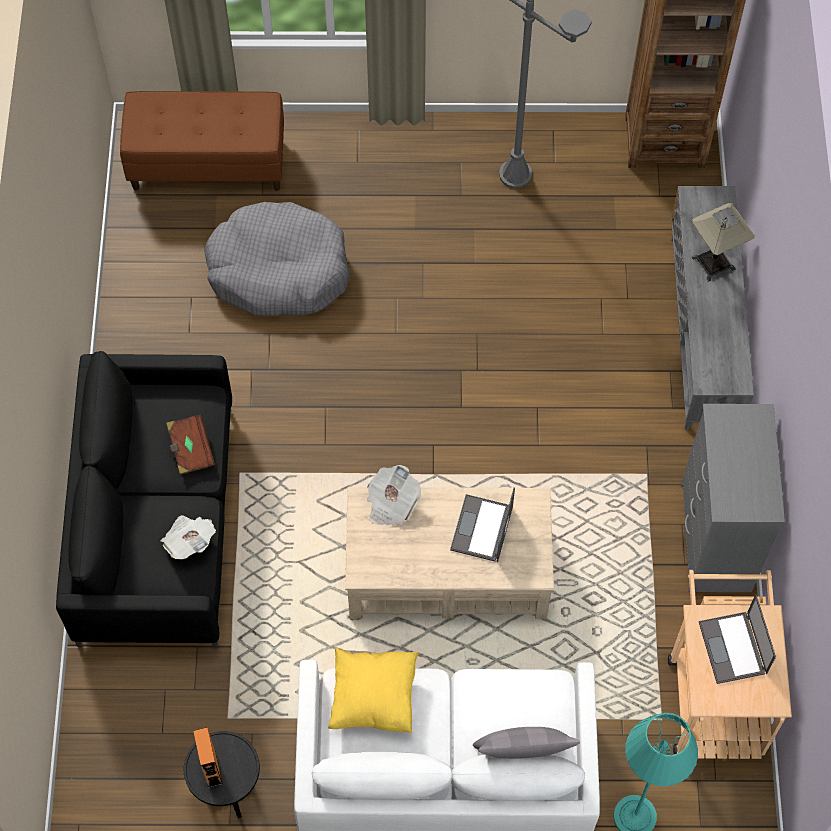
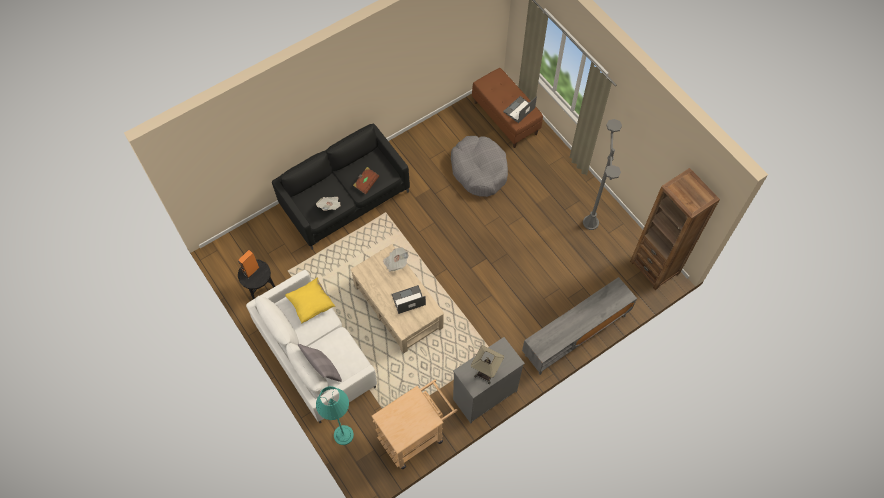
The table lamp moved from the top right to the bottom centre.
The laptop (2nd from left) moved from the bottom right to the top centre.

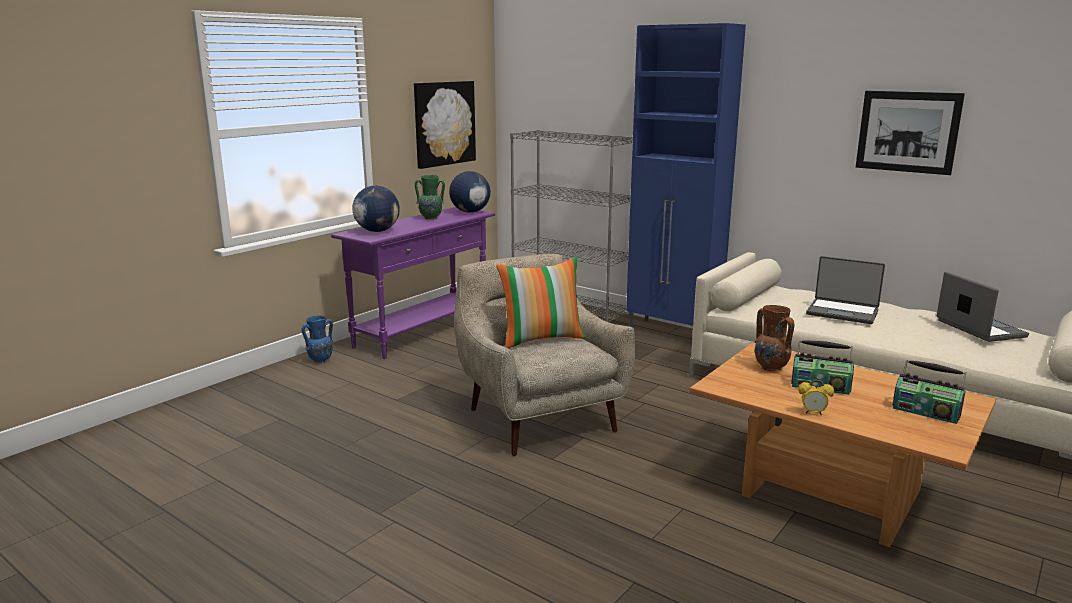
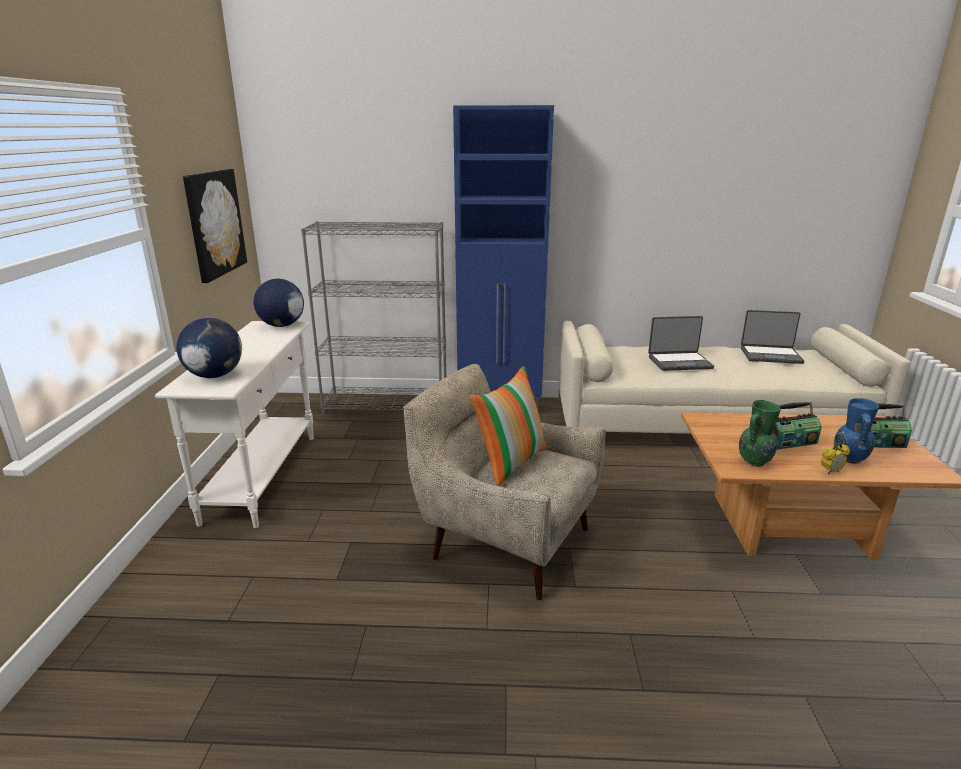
The vase/brown at the middle right disappeared.
The picture (2nd from left) at the top right disappeared.
The vase/blue moved from the middle left to the middle right.
The vase/green moved from the top centre to the middle right.
The console table/purple at the centre became the console table/white at the middle left.
The laptop (2nd from left) at the middle right turned 150 degrees clockwise.

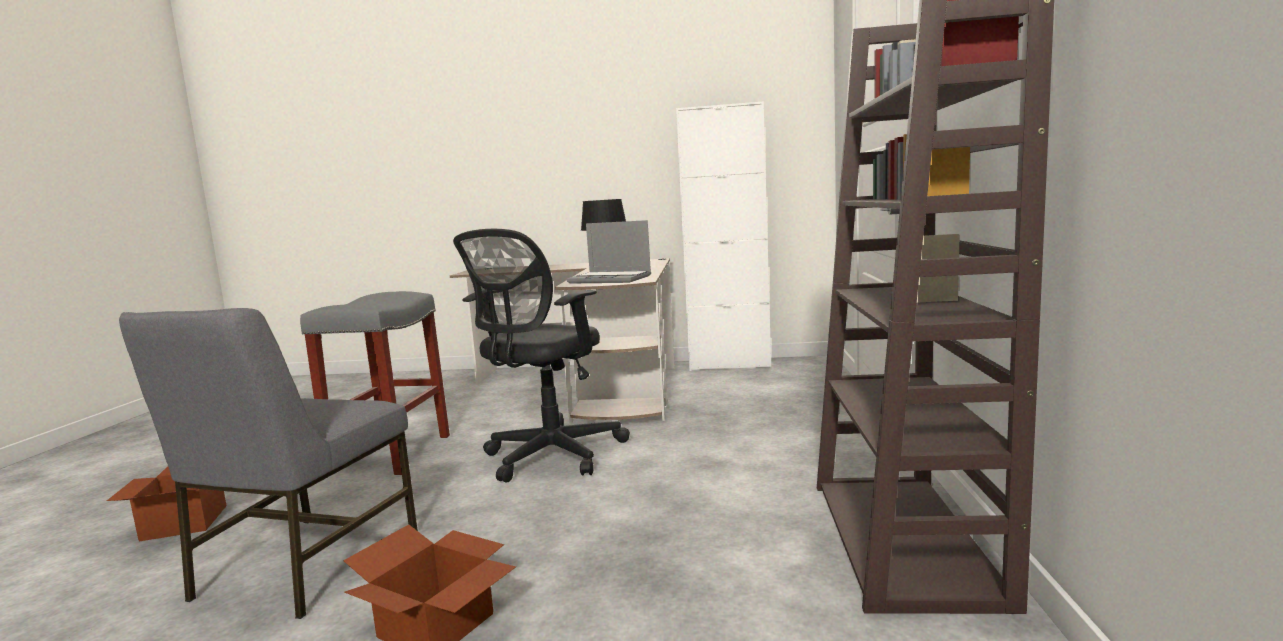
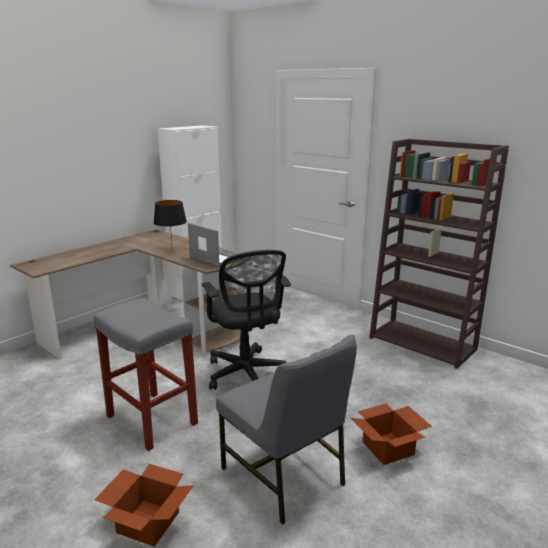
The laptop at the centre turned 105 degrees counterclockwise.

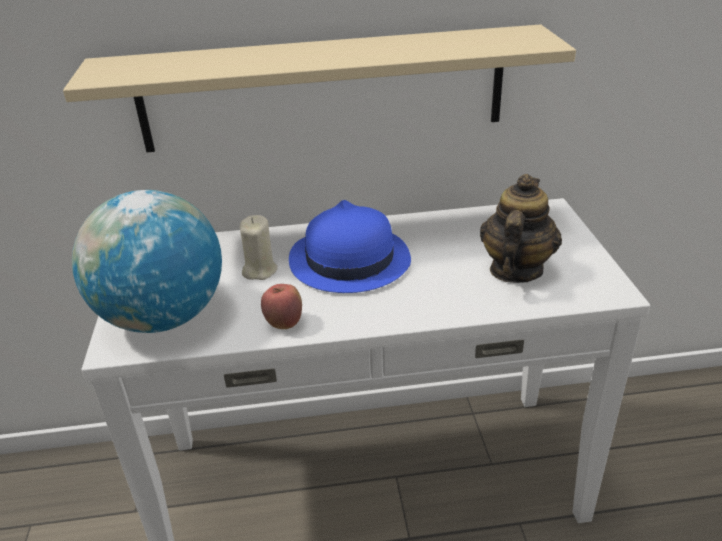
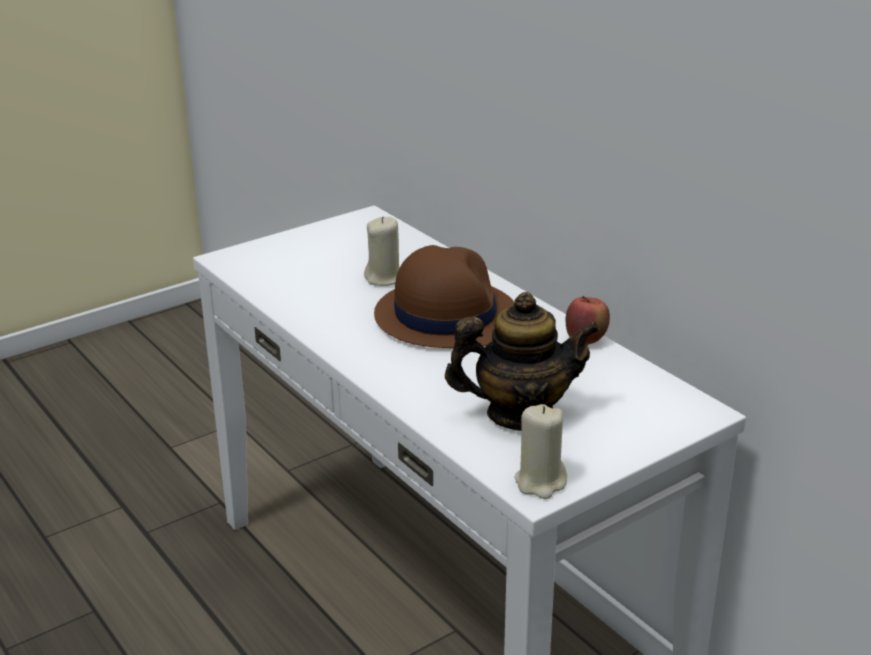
The shelf/beige at the top centre disappeared.
The globe at the middle left disappeared.
The candle/beige (2nd from left) at the bottom centre appeared.
The apple moved from the centre to the middle right.
The hat/blue at the centre became the hat/brown at the centre.

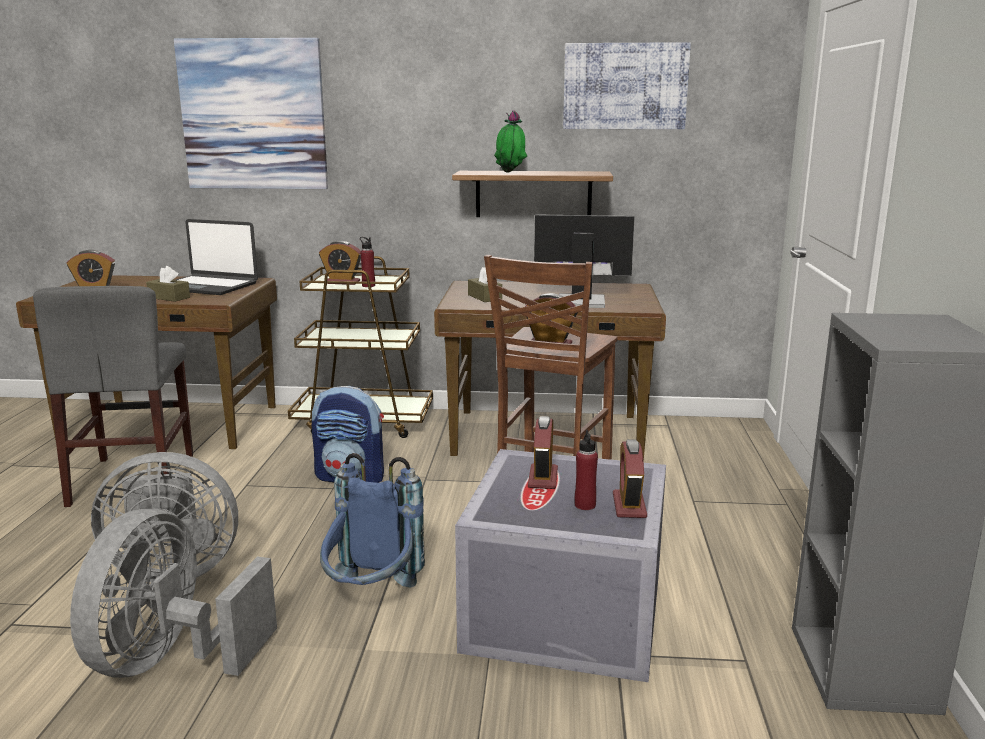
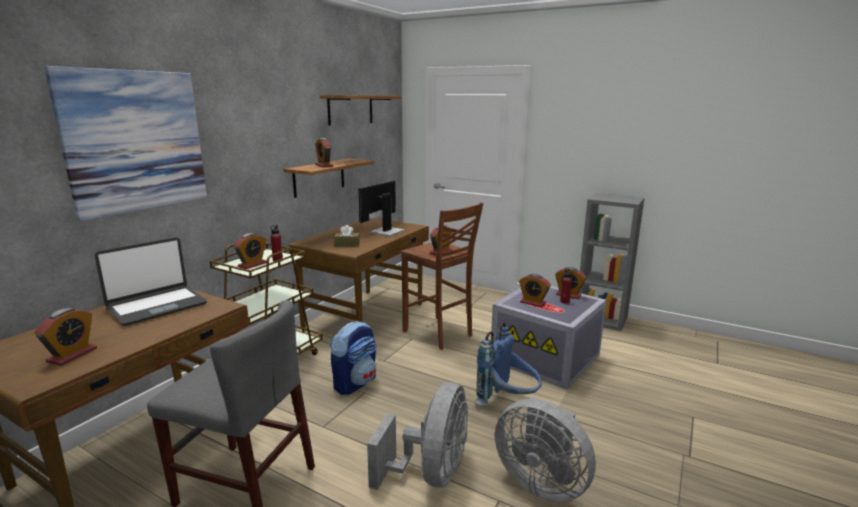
The tissue box/brown (1st from left) at the middle left disappeared.
The potted plant at the top centre was replaced by the alarm clock (3rd from left) at the top centre.
The picture (2nd from left) at the top centre was replaced by the shelf (2nd from left) at the top centre.

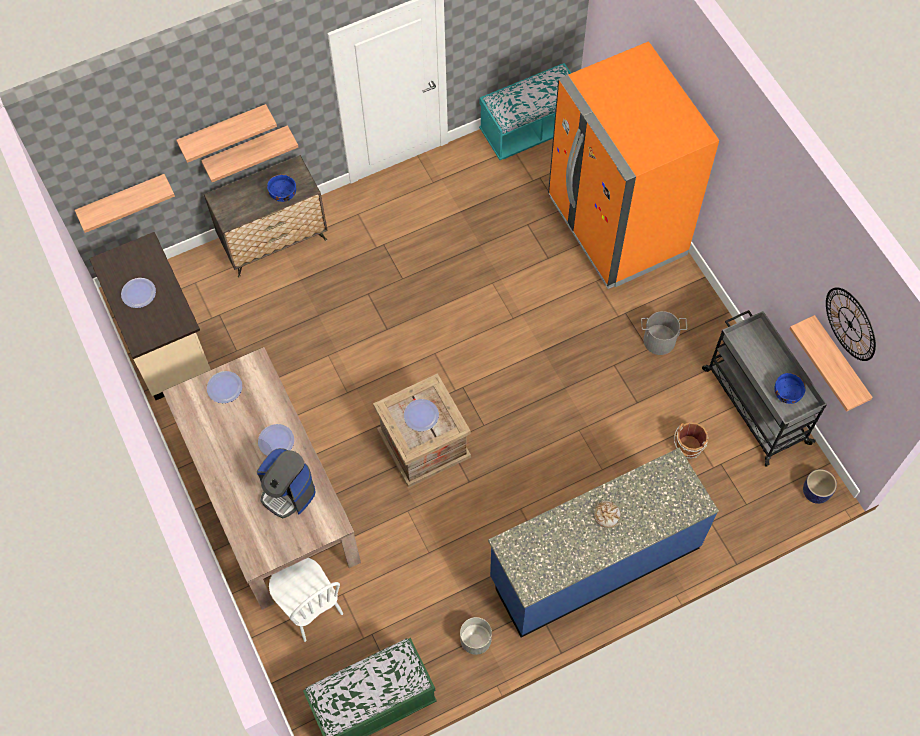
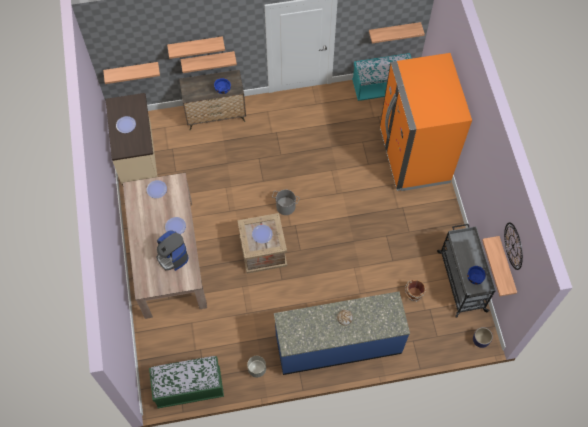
The chair/white at the bottom left disappeared.
The shelf (4th from left) at the top right appeared.
The bucket/grey moved from the middle right to the centre.

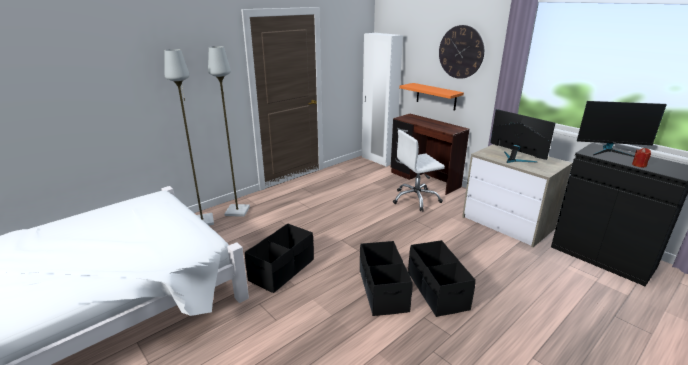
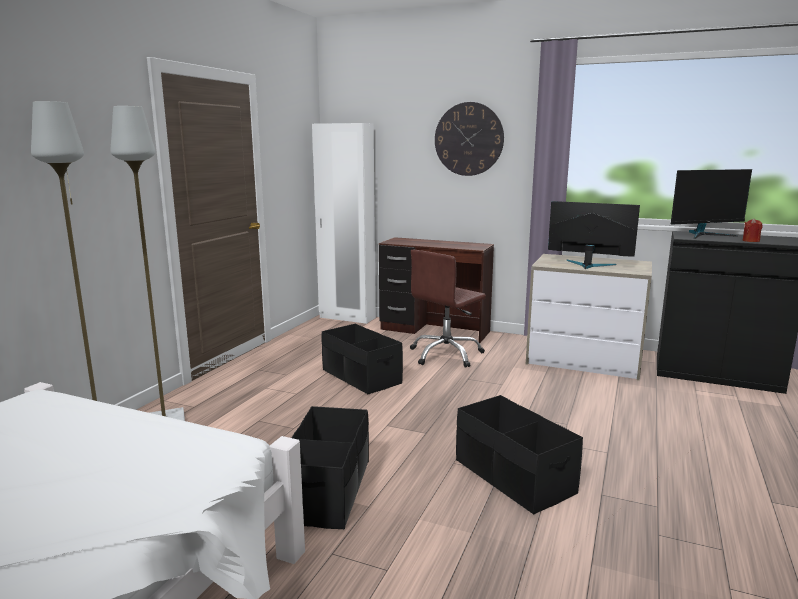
The shelf/orange at the top centre disappeared.
The storage box/black (3rd from left in the first image) moved from the bottom centre to the centre.
The office chair/white at the centre became the office chair/brown at the centre.

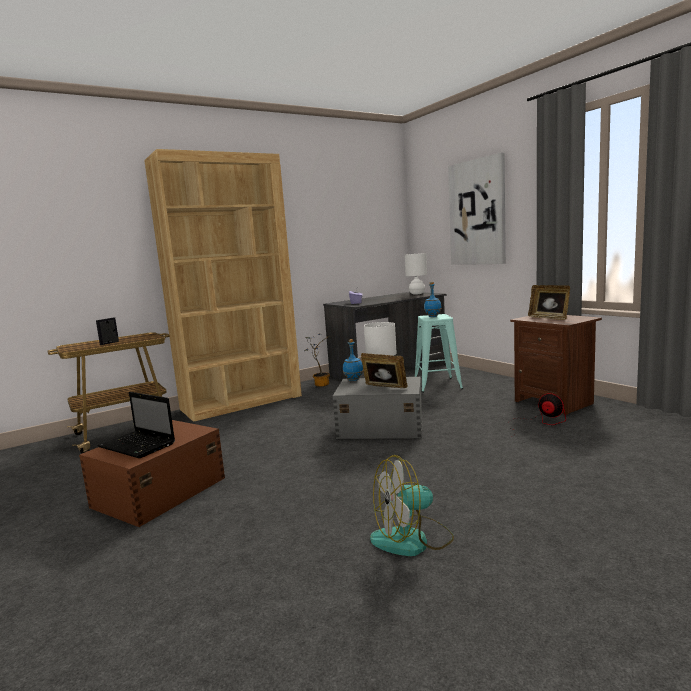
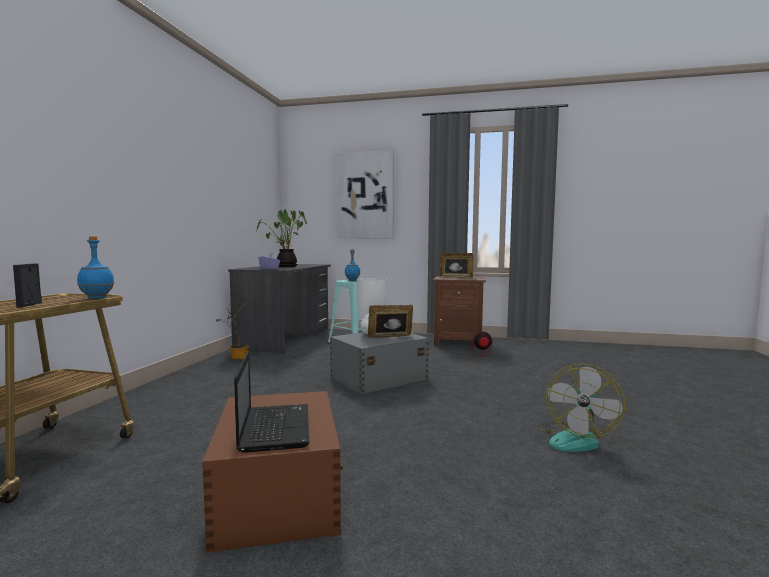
The bookcase/brown at the middle left disappeared.
The table lamp/white (2nd from left) at the centre disappeared.
The potted plant (2nd from left) at the centre appeared.
The bottle/blue (1st from left) moved from the centre to the middle left.
The laptop at the middle left turned 90 degrees counterclockwise.

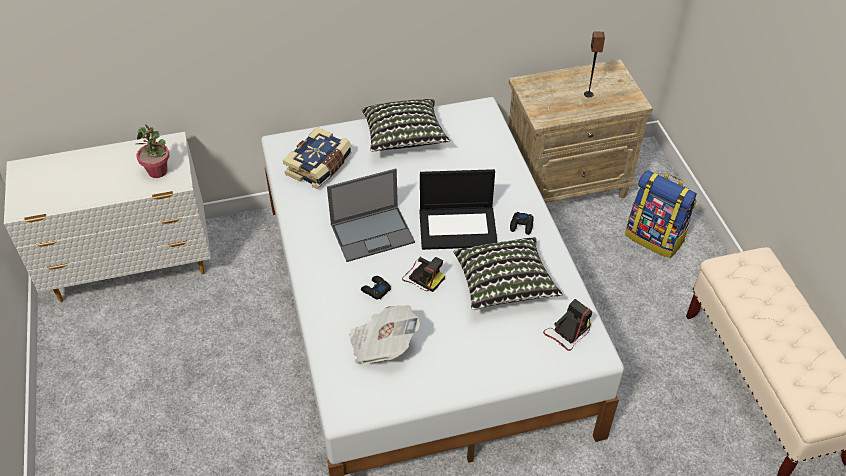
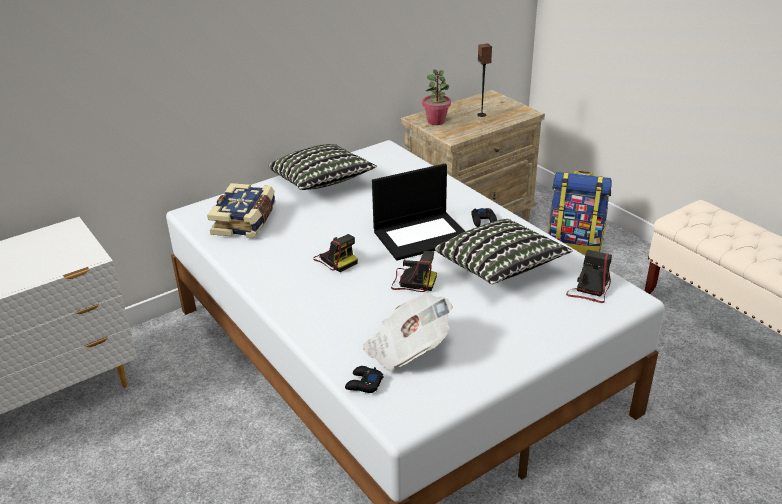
The potted plant moved from the top left to the top centre.
The game controller/black (1st from left) moved from the centre to the bottom centre.
The laptop (1st from left) at the centre was replaced by the photo camera (1st from left) at the centre.

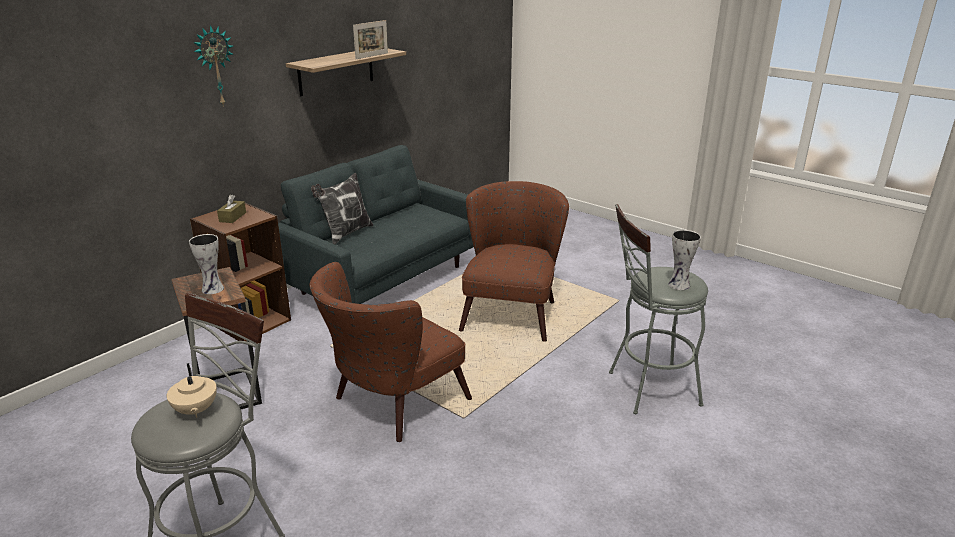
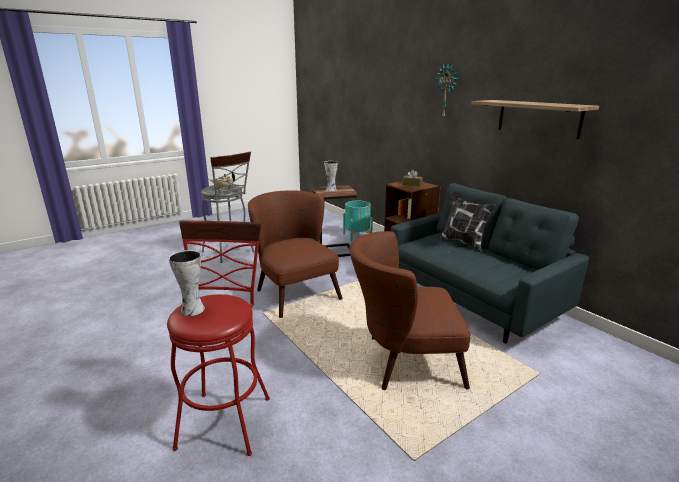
The picture frame at the top centre disappeared.
The planter/turquoise at the centre appeared.
The stool/grey (2nd from left) at the middle right became the stool/red at the bottom left.
The armchair/brown (2nd from left) at the centre turned 150 degrees clockwise.

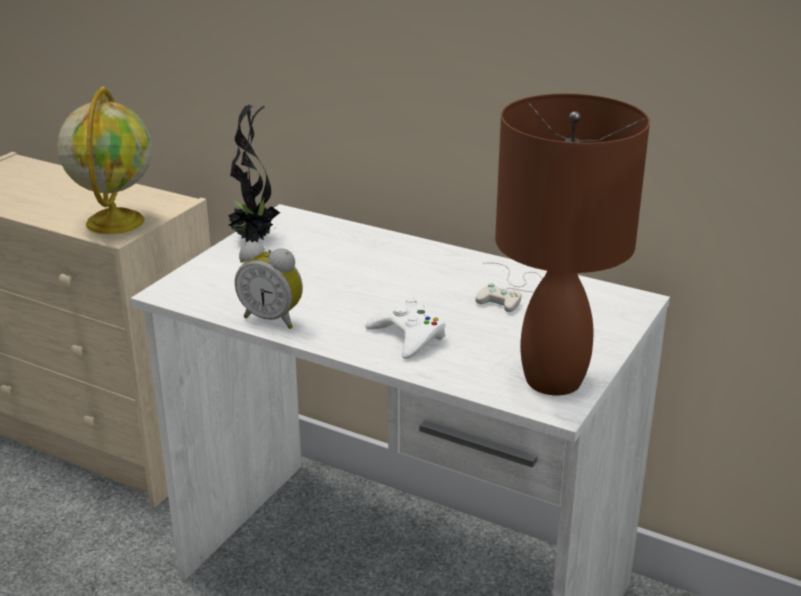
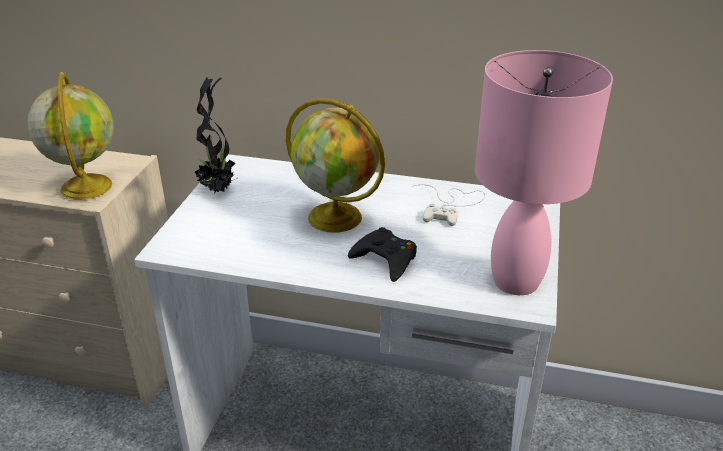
The alarm clock at the centre disappeared.
The globe (2nd from left) at the centre appeared.
The game controller/white (1st from left) at the centre became the game controller/black at the centre.
The table lamp/brown at the middle right became the table lamp/pink at the middle right.

